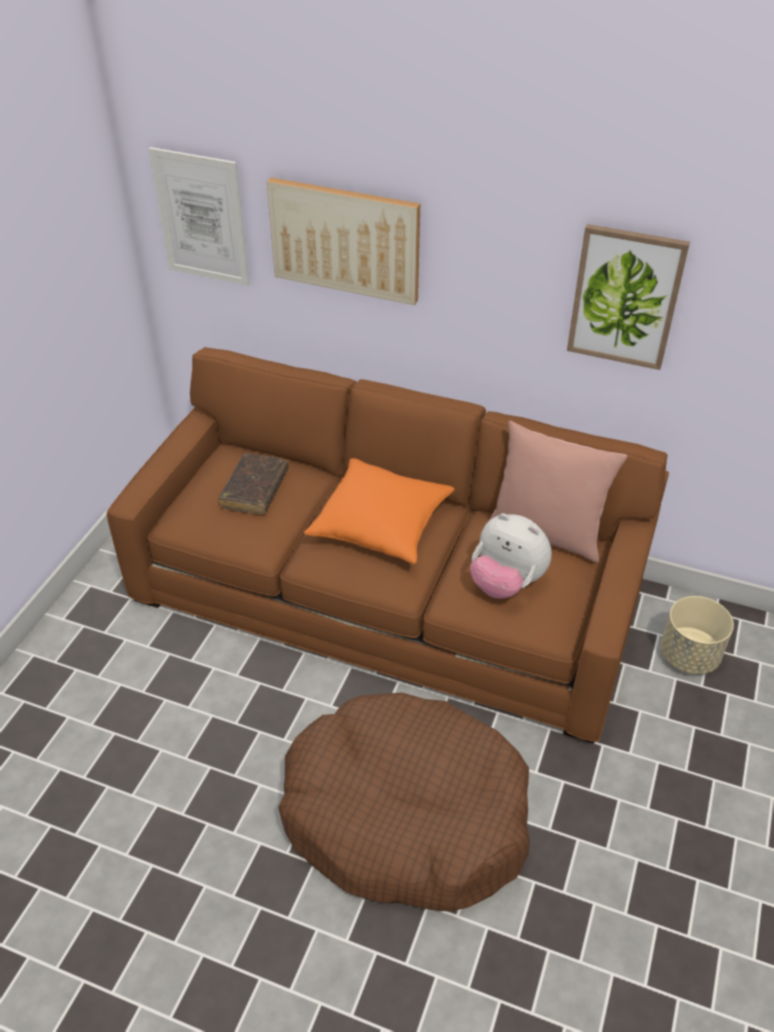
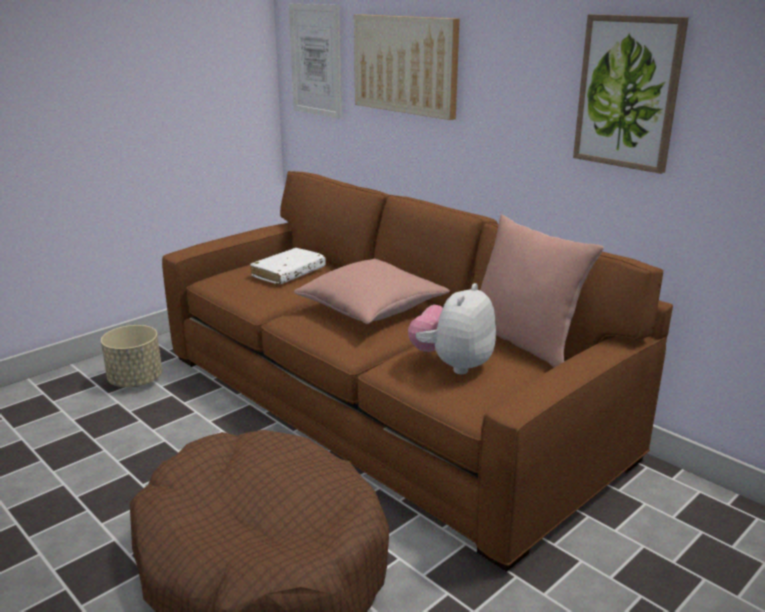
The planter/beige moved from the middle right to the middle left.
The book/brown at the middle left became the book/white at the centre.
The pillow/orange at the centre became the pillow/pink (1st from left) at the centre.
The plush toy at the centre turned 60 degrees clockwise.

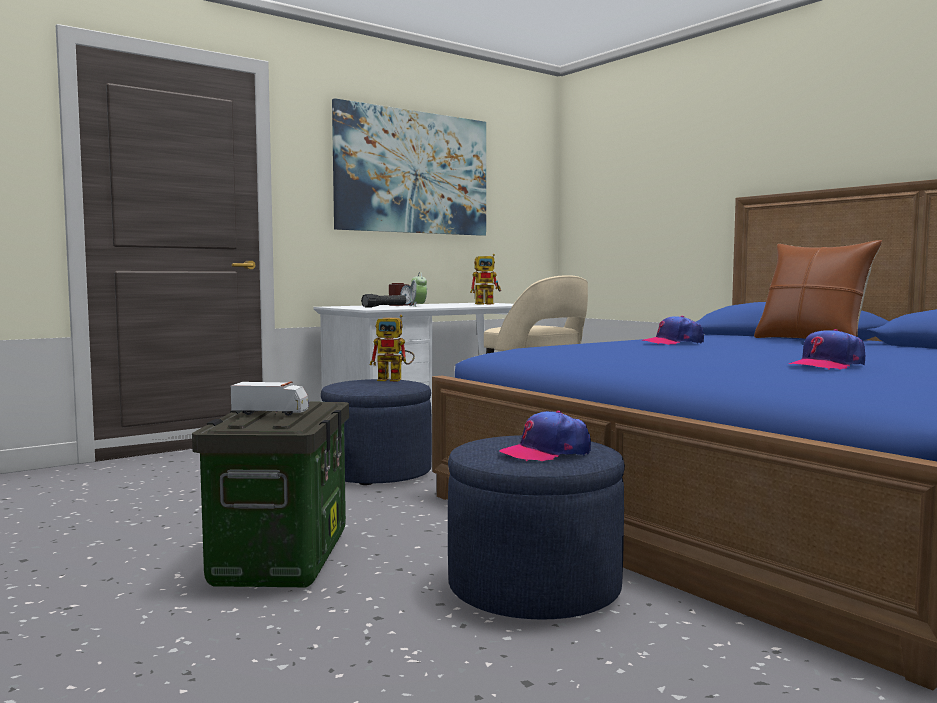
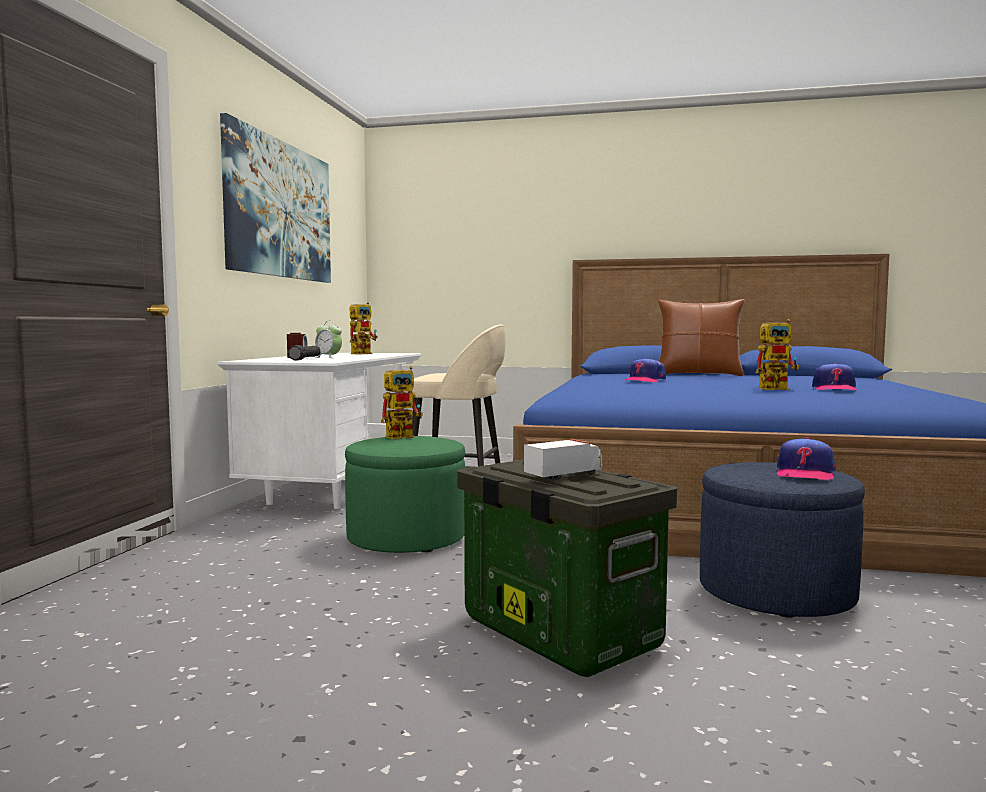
The toy robot (3rd from left) at the middle right appeared.
The ottoman/blue (1st from left) at the centre became the ottoman/green at the centre.

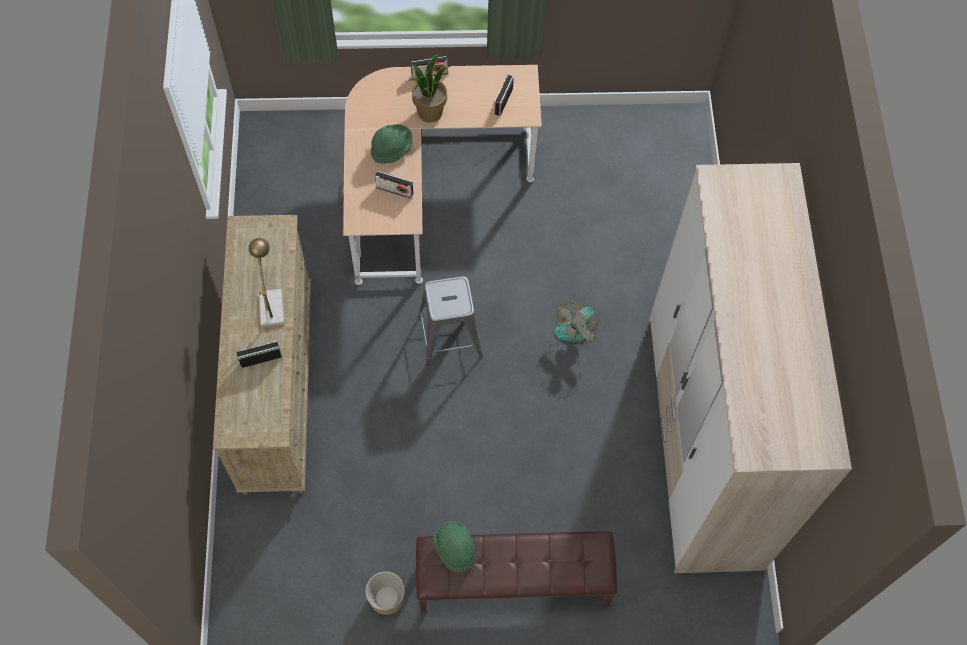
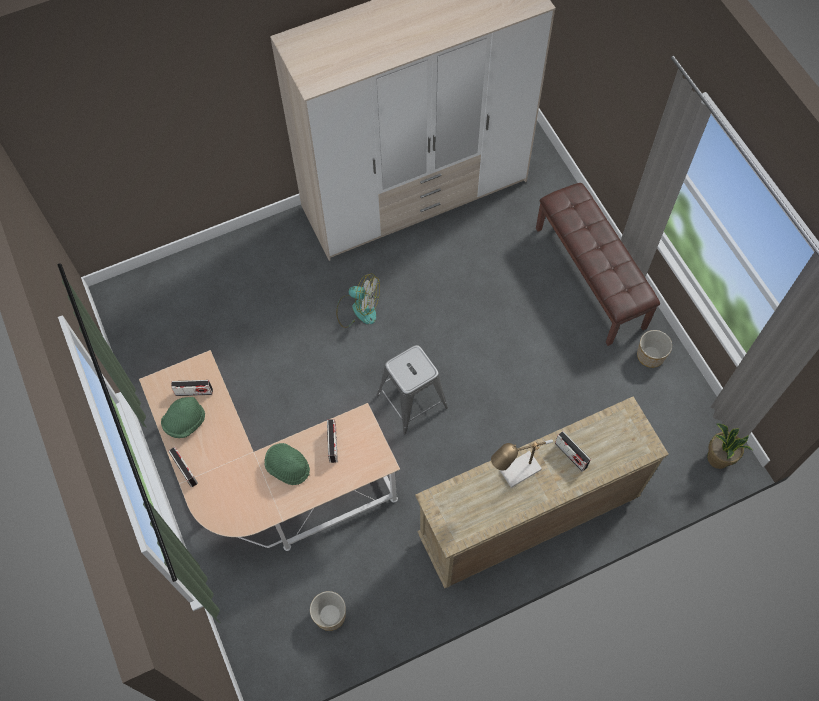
The planter (1st from left) at the bottom centre appeared.
The potted plant moved from the top centre to the middle right.
The hat/green (2nd from left in the first image) moved from the bottom centre to the middle left.

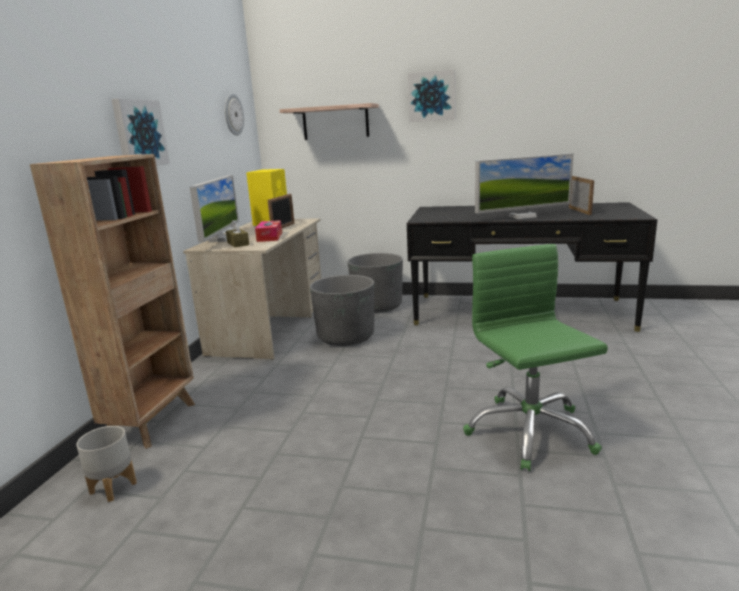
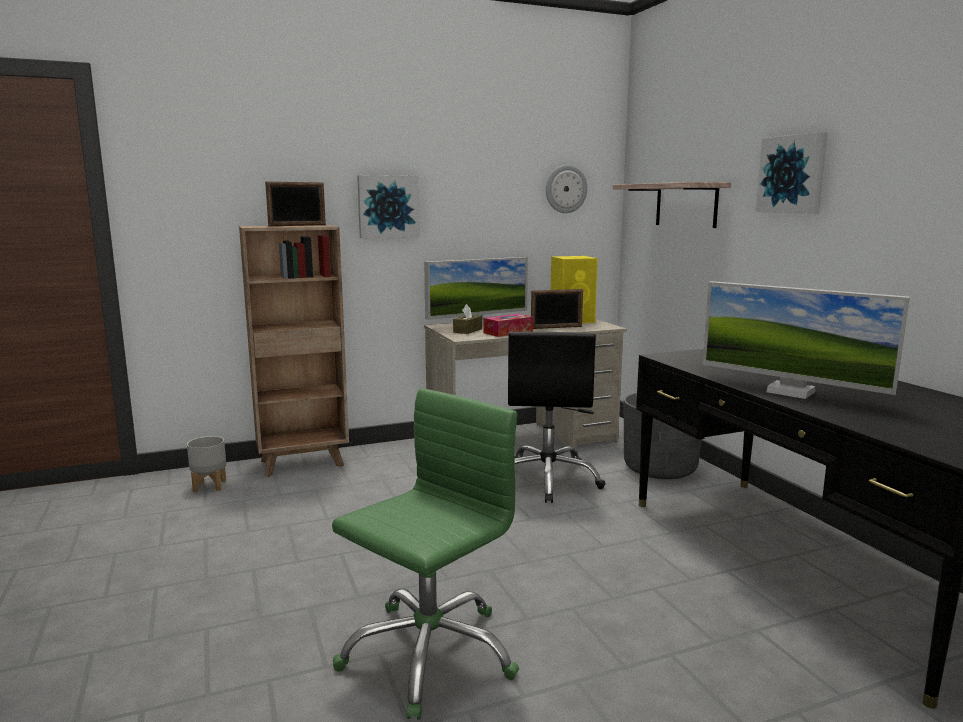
The picture frame (2nd from left in the first image) moved from the top right to the top left.
The planter/grey (2nd from left) at the centre was replaced by the office chair/black at the centre.

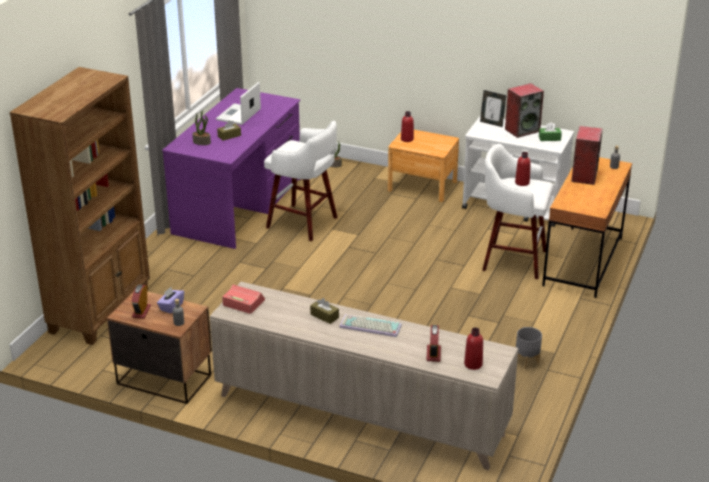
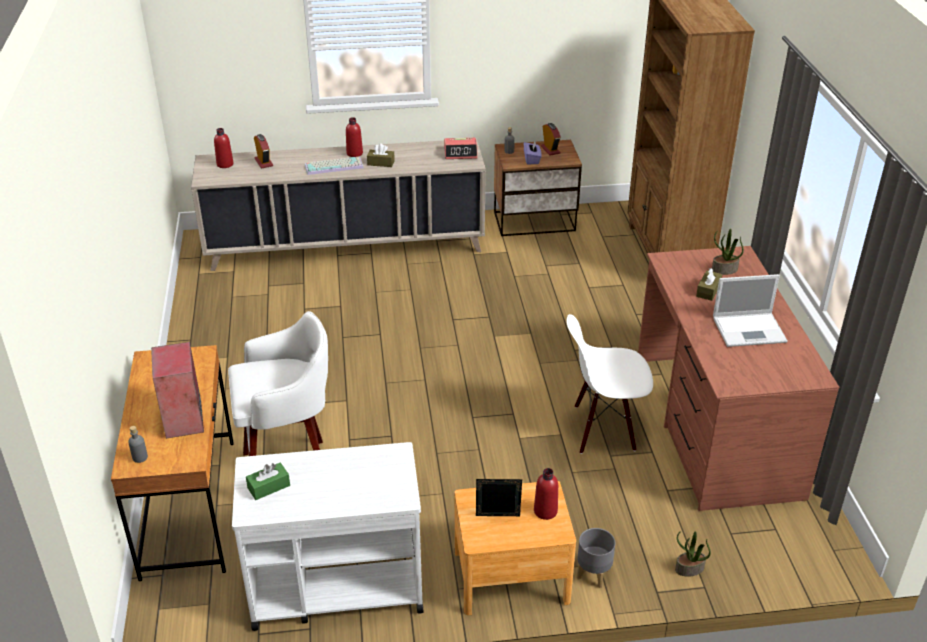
The speaker (1st from left) at the top right disappeared.
The picture frame moved from the top right to the bottom centre.
The bottle/red (3rd from left in the first image) moved from the middle right to the top centre.
The planter/grey moved from the bottom right to the bottom centre.
The stool/white (1st from left) at the centre was replaced by the chair/white at the centre.
The desk/purple at the middle left became the desk/brown (2nd from left) at the middle right.
The laptop at the top centre turned 90 degrees clockwise.

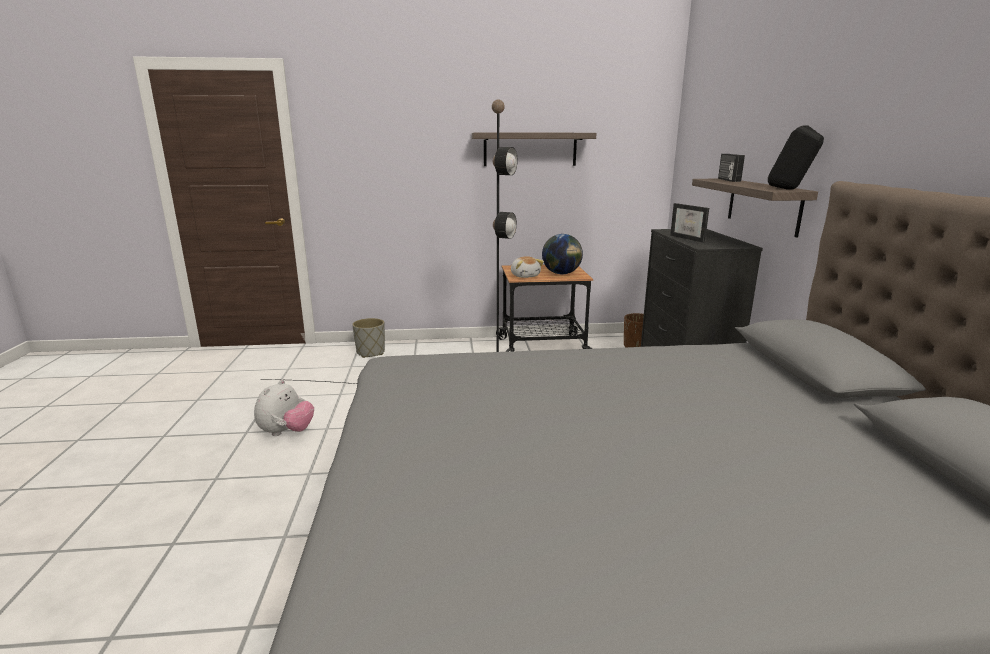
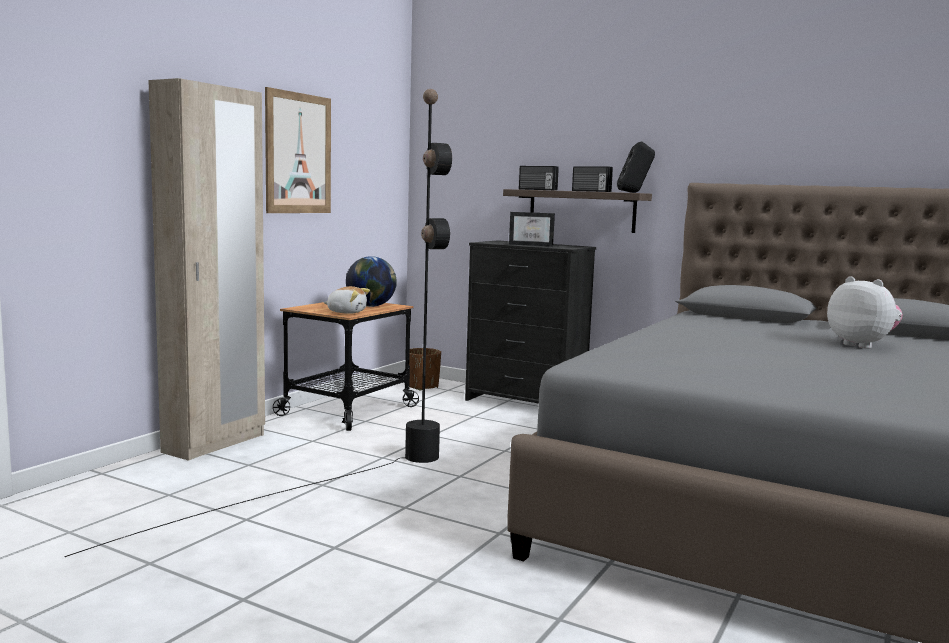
The planter/grey at the centre disappeared.
The wardrobe/beige at the middle left appeared.
The radio (2nd from left) at the top centre appeared.
The plush toy (1st from left in the first image) moved from the middle left to the middle right.
The shelf (1st from left) at the top centre was replaced by the picture at the top left.

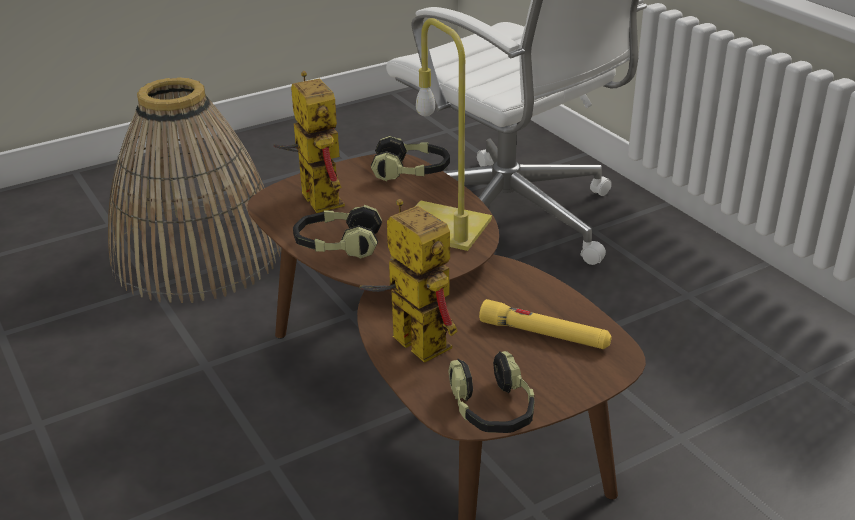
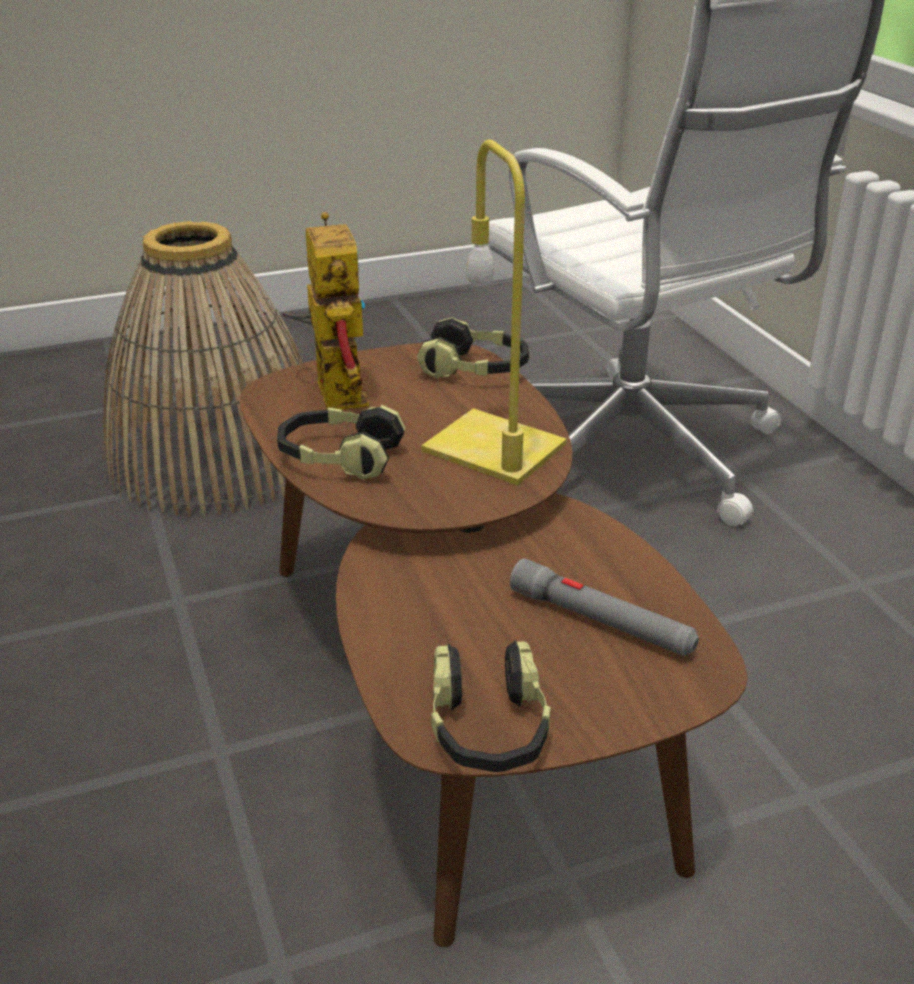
The toy robot (2nd from left) at the centre disappeared.
The flashlight/yellow at the centre became the flashlight/grey at the centre.

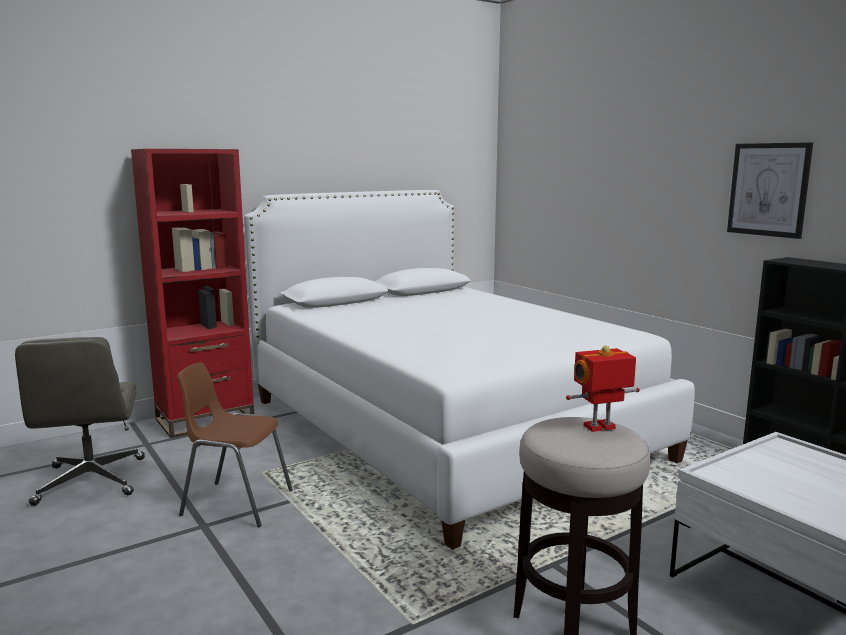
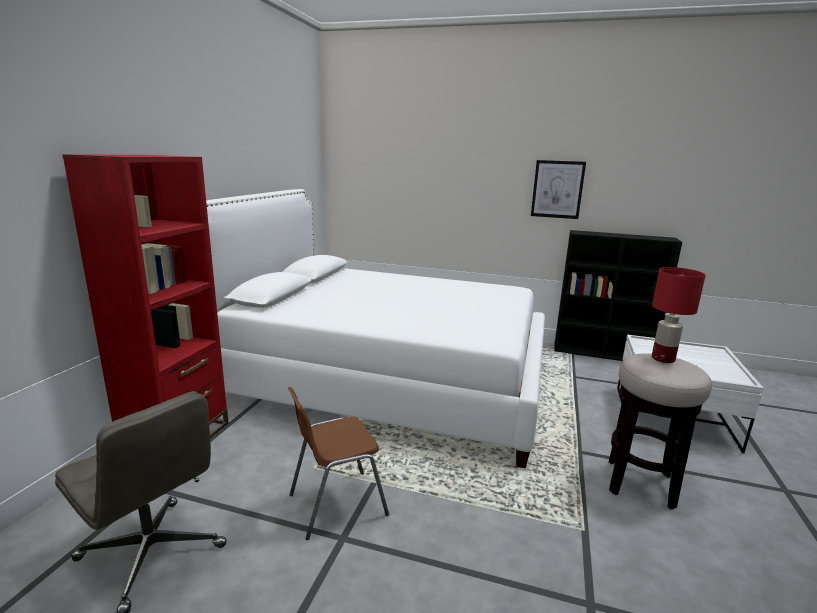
The toy robot at the middle right was replaced by the table lamp/red at the middle right.

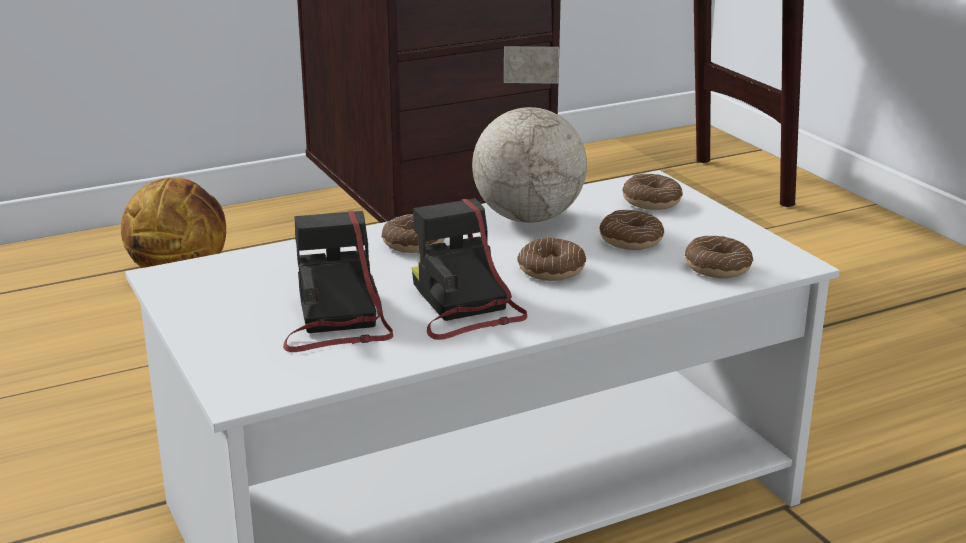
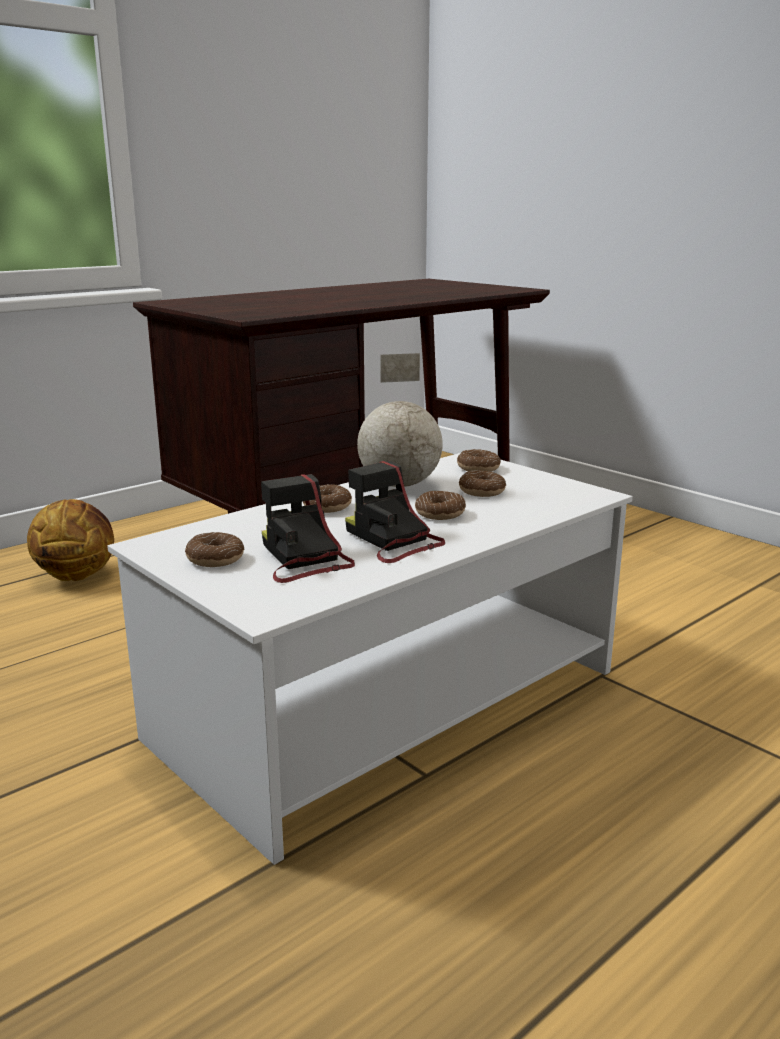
The donut (5th from left in the first image) moved from the middle right to the middle left.

